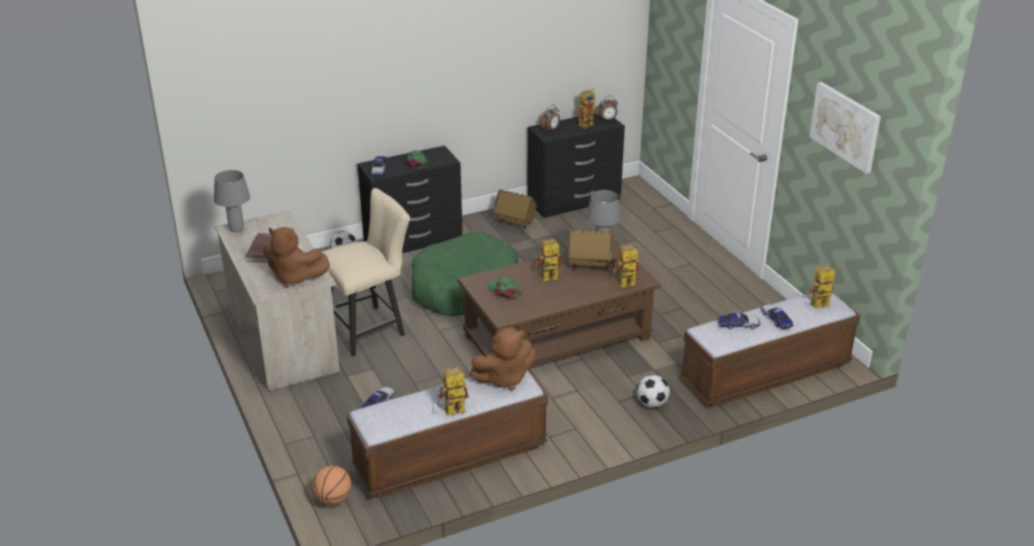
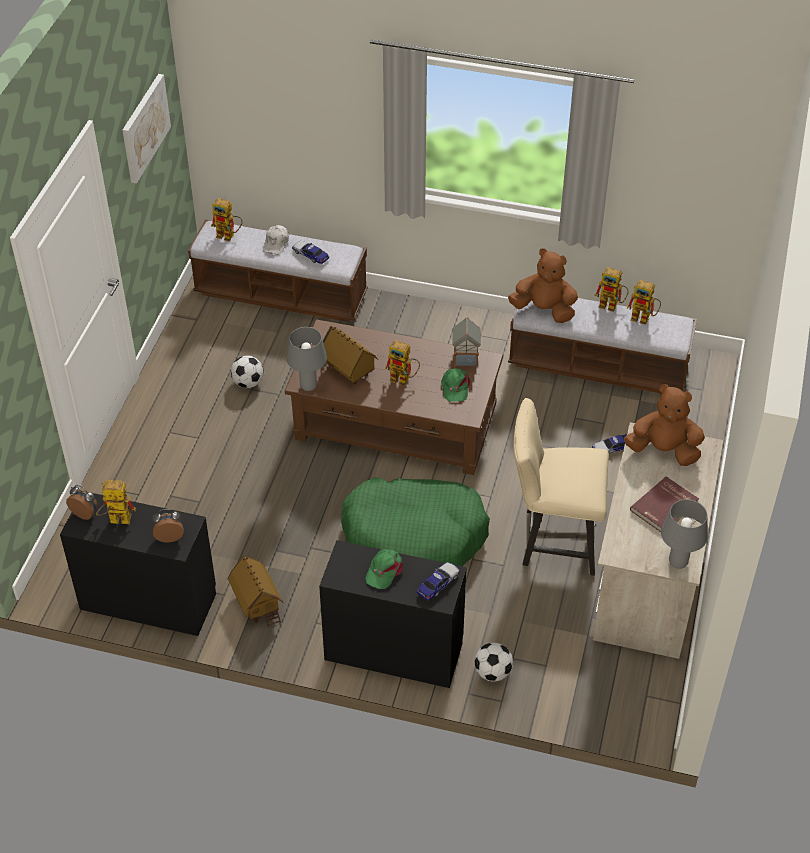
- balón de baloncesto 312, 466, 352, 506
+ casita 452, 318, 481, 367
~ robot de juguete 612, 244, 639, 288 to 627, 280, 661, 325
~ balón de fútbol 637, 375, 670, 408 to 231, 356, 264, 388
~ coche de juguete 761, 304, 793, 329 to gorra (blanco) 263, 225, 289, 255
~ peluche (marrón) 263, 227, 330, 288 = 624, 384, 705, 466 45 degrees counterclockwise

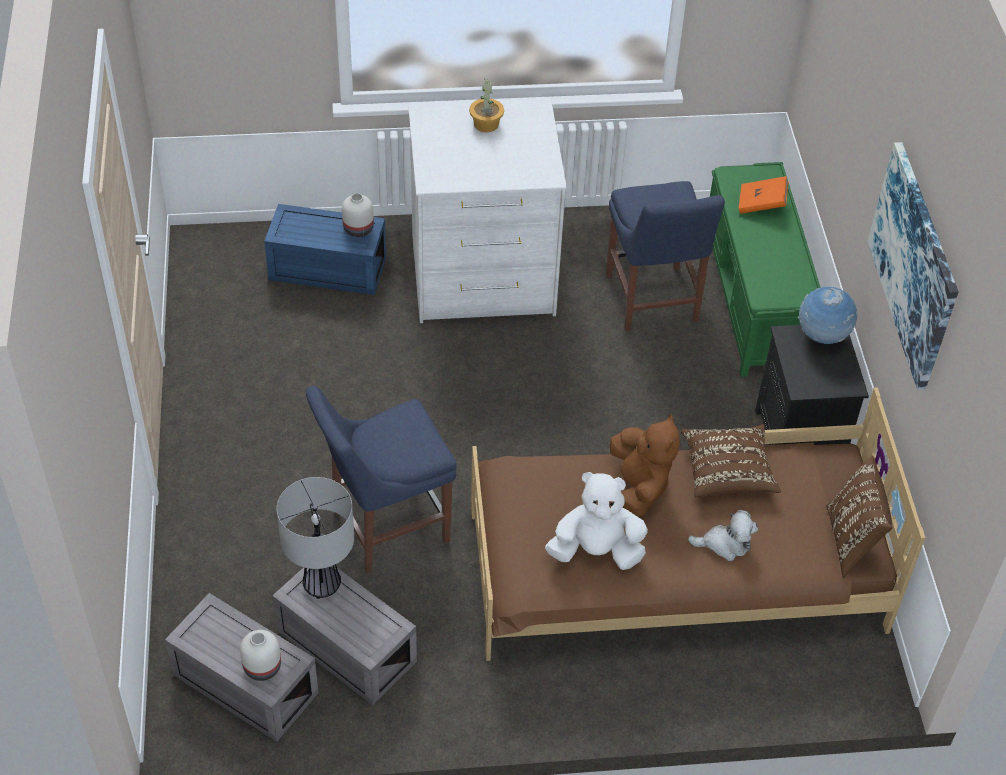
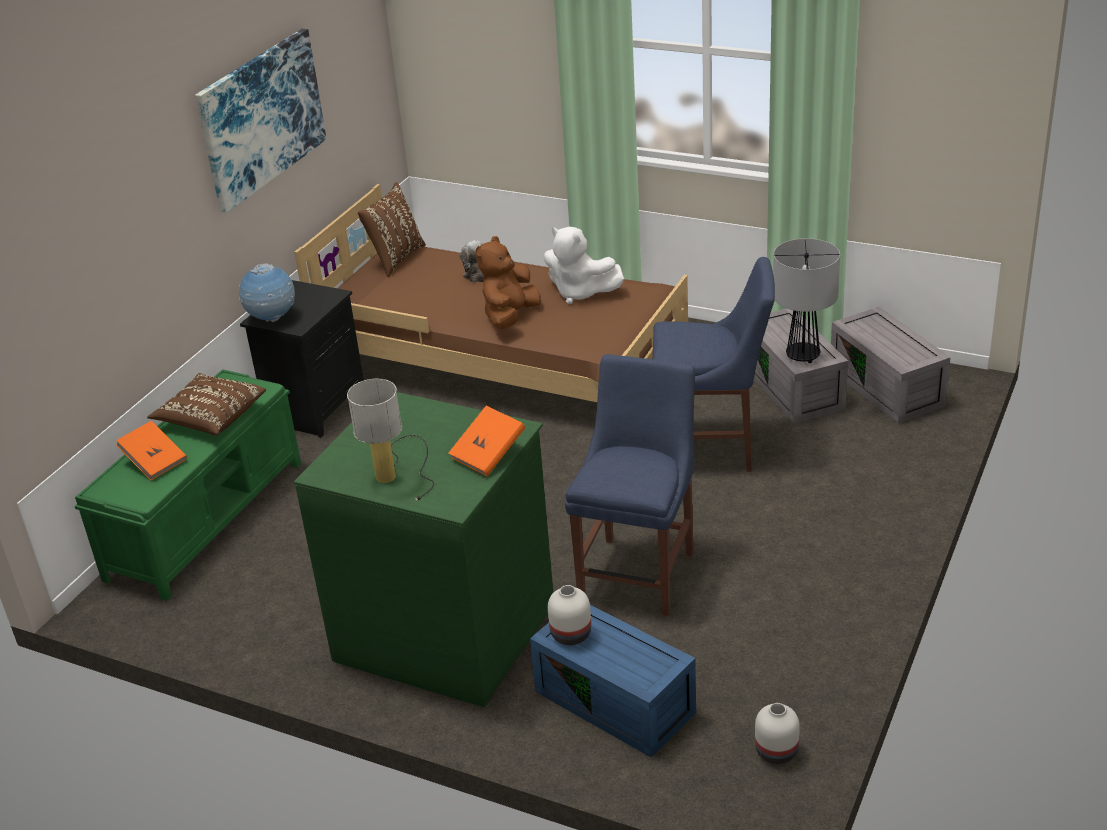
+ libro (naranja) 448, 406, 525, 476
~ florero (blanco) 240, 630, 281, 681 to 755, 703, 800, 764
~ silla (azul) 606, 181, 725, 331 to 565, 354, 695, 616
~ cojín (marrón) 681, 424, 781, 498 to 147, 373, 266, 436
~ planta en maceta 469, 79, 504, 132 to lámpara de mesa 347, 379, 434, 501
~ cómoda (blanco) 408, 98, 567, 323 to cómoda (verde) 294, 392, 553, 707

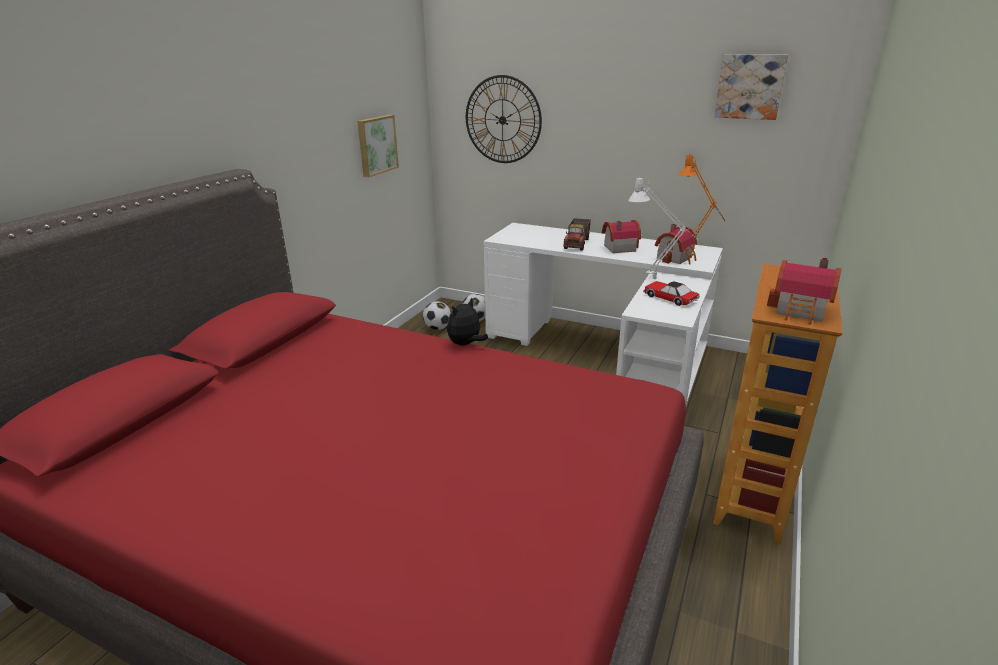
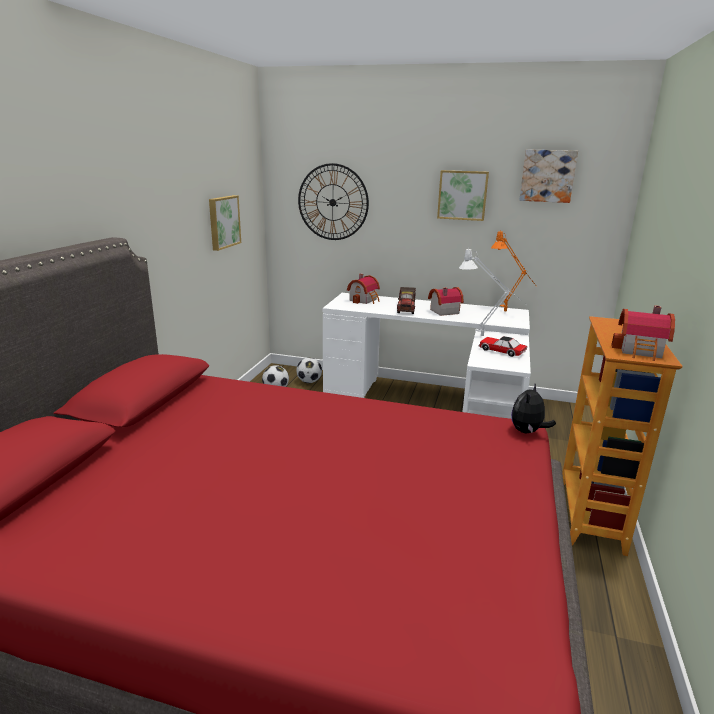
+ cuadro 437, 170, 489, 221
~ peluche 447, 297, 488, 346 to 511, 384, 556, 433
~ casita 655, 224, 697, 264 to 347, 274, 380, 304

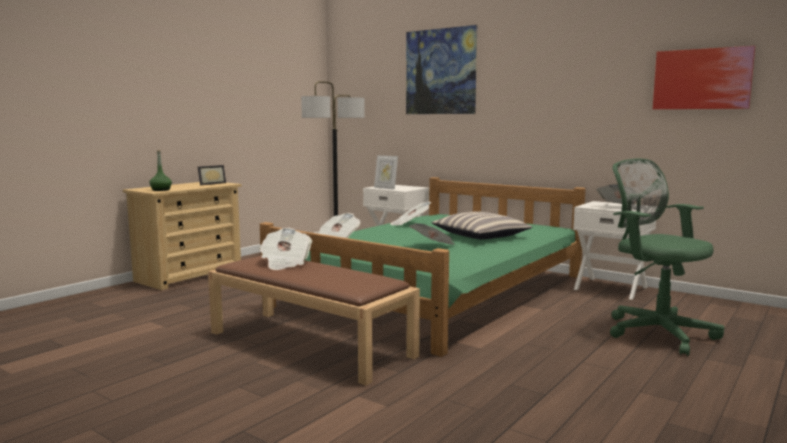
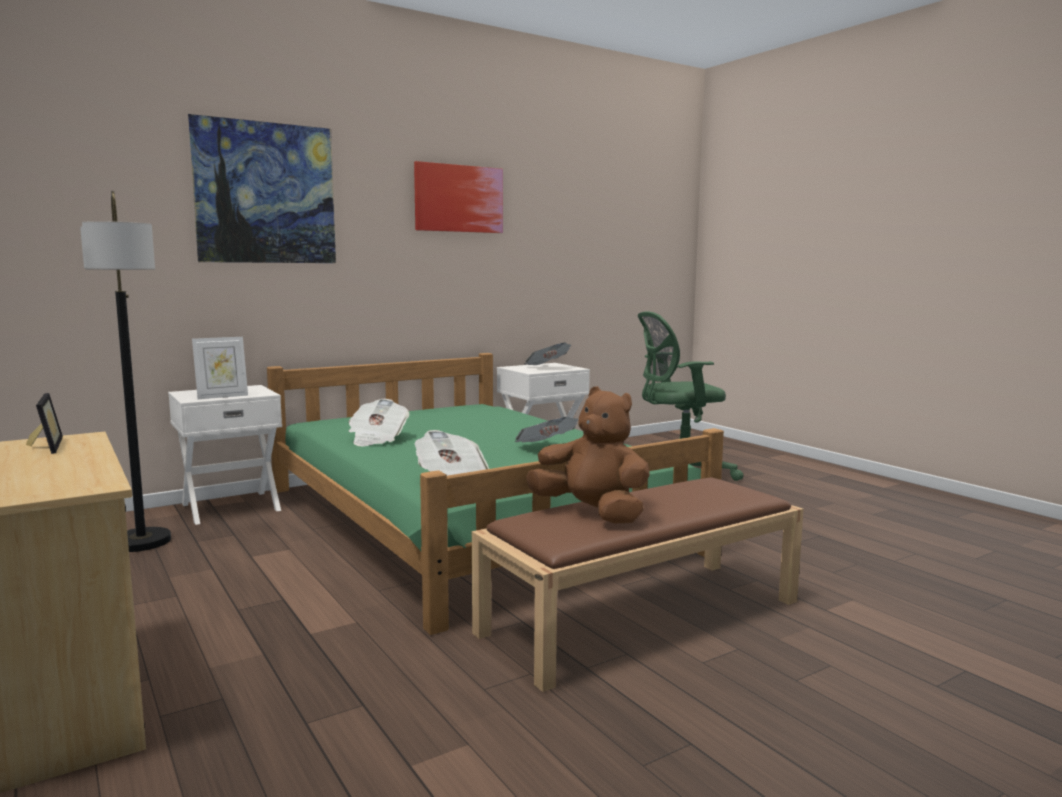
- botella (verde) 150, 150, 172, 191
- cojín 432, 211, 532, 240
~ cuadro 653, 46, 755, 109 to 414, 161, 503, 233
~ periódico 259, 228, 312, 270 to peluche (marrón) 526, 386, 650, 524

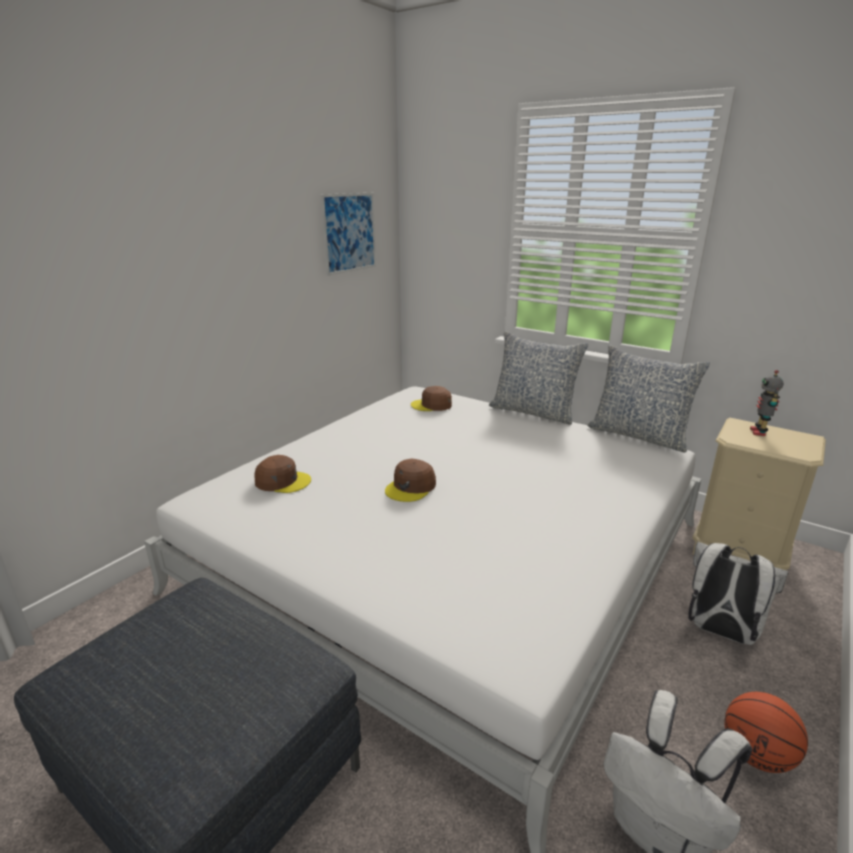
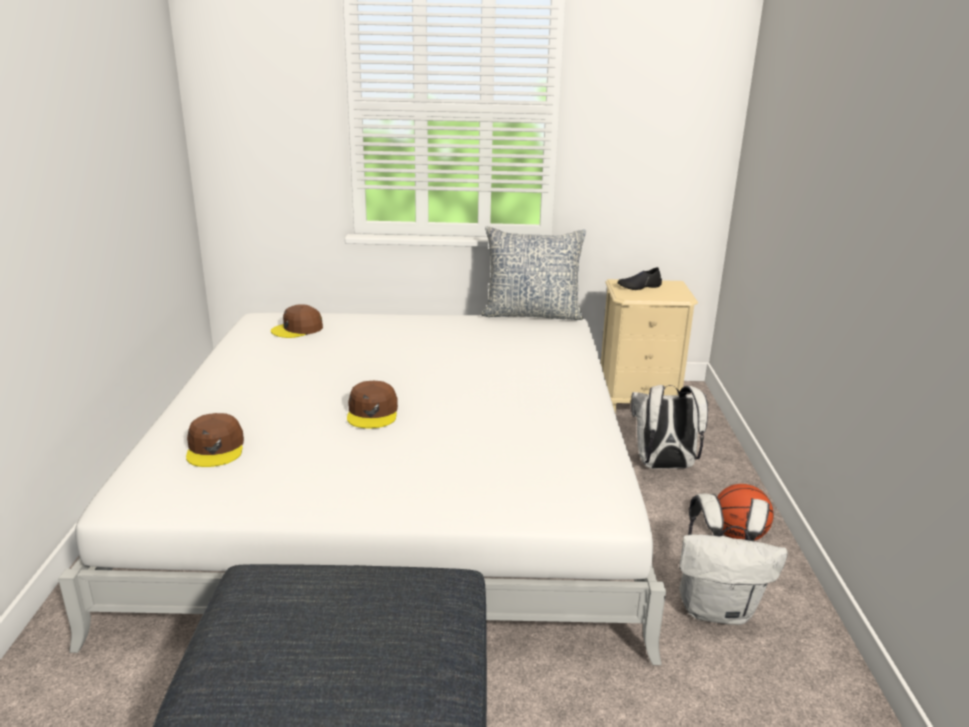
- cuadro 321, 193, 376, 276
- cojín 489, 331, 588, 425
~ robot de juguete 750, 370, 783, 436 to zapato (negro) 617, 267, 662, 290
~ gorra (marrón) 254, 455, 311, 493 = 186, 413, 244, 467 105 degrees clockwise

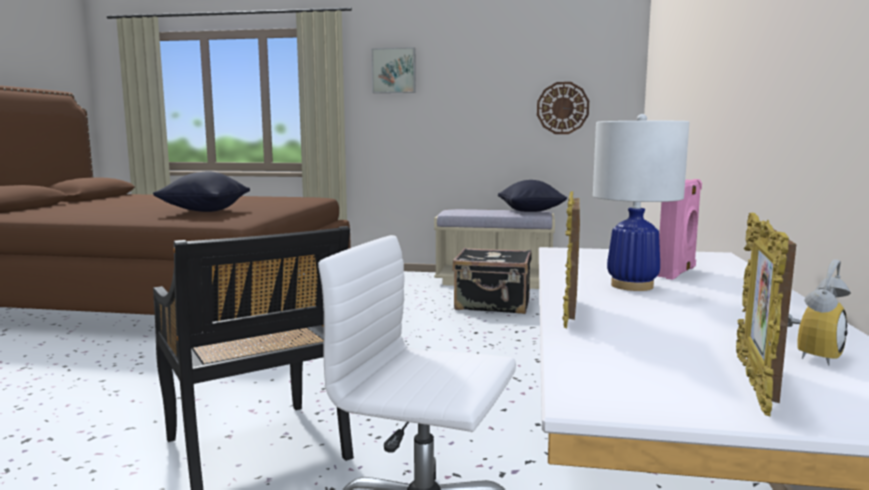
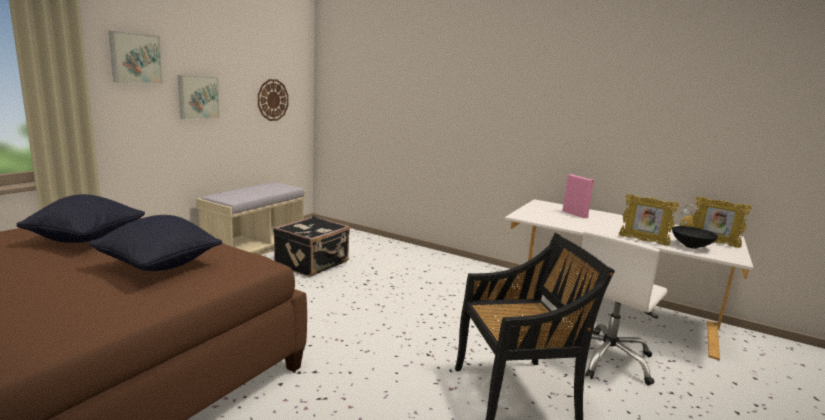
- lámpara de mesa (blanco) 593, 114, 689, 291
+ cuadro 178, 75, 220, 120
+ cuenco (negro) 672, 226, 718, 249
~ cojín (negro) 498, 180, 567, 212 to 17, 194, 145, 243

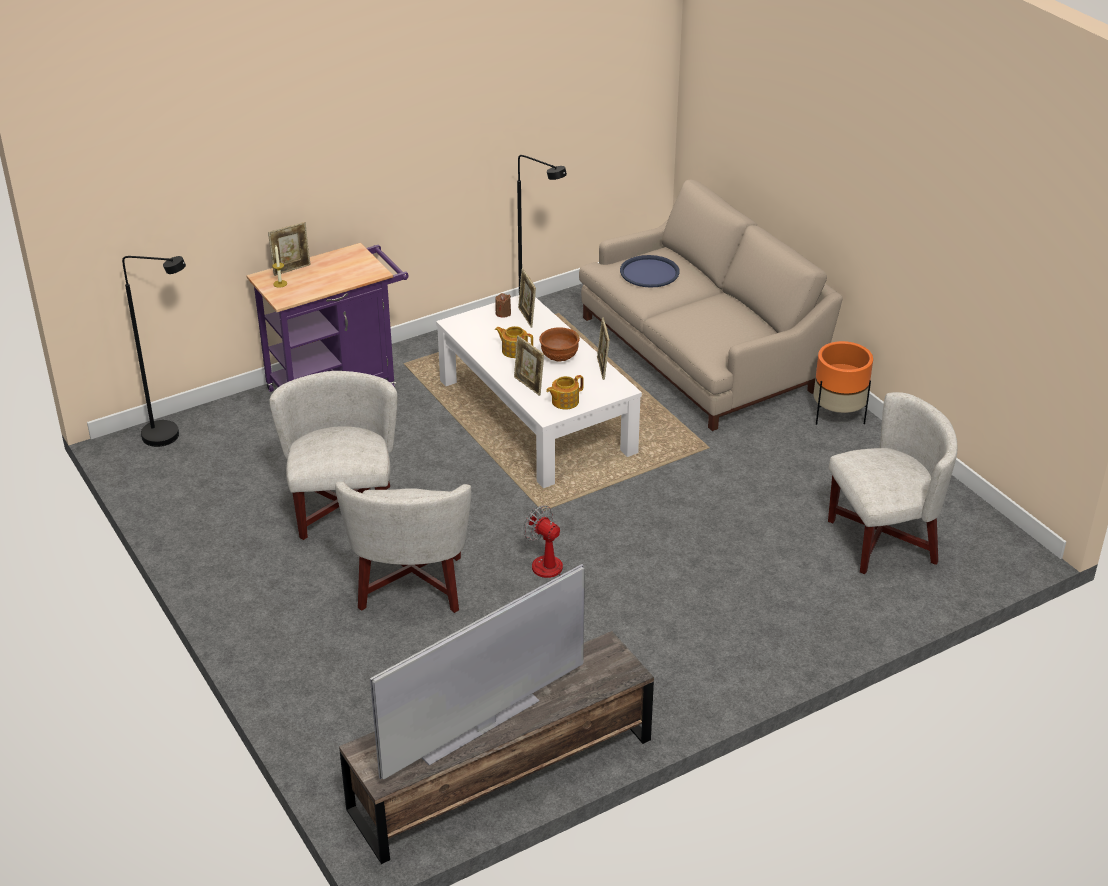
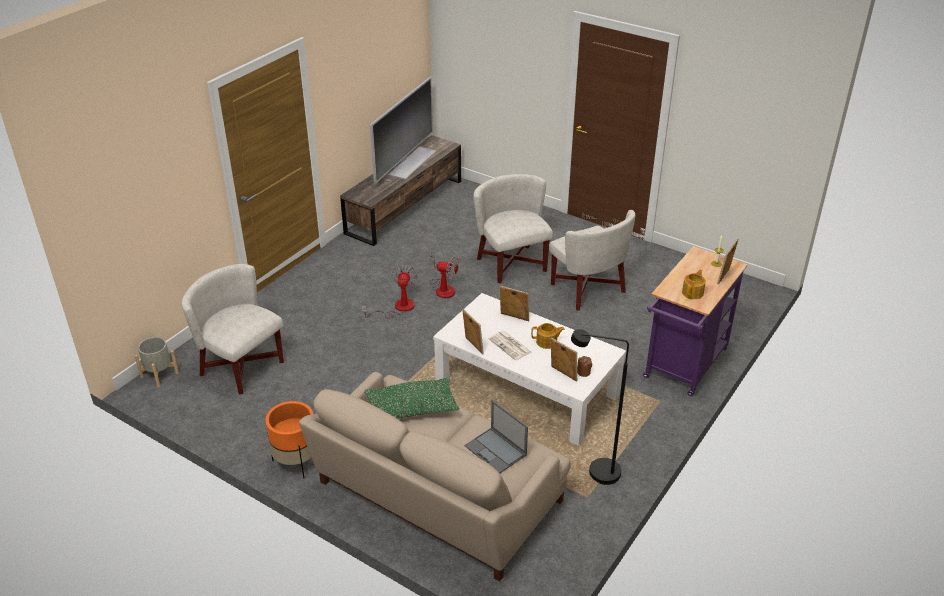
- lámpara de pie (negro) 122, 256, 186, 447
+ maceta (gris) 135, 337, 179, 388
+ ventilador 361, 265, 417, 318
+ cojín (verde) 364, 377, 459, 418
~ tetera 546, 375, 584, 410 to 682, 270, 706, 299
~ cuenco (marrón) 539, 327, 580, 362 to periódico 488, 331, 532, 360
~ bandeja (azul) 620, 255, 680, 287 to portátil 464, 400, 528, 473
~ sillón (blanco) 828, 392, 957, 574 = 182, 264, 284, 394 75 degrees clockwise

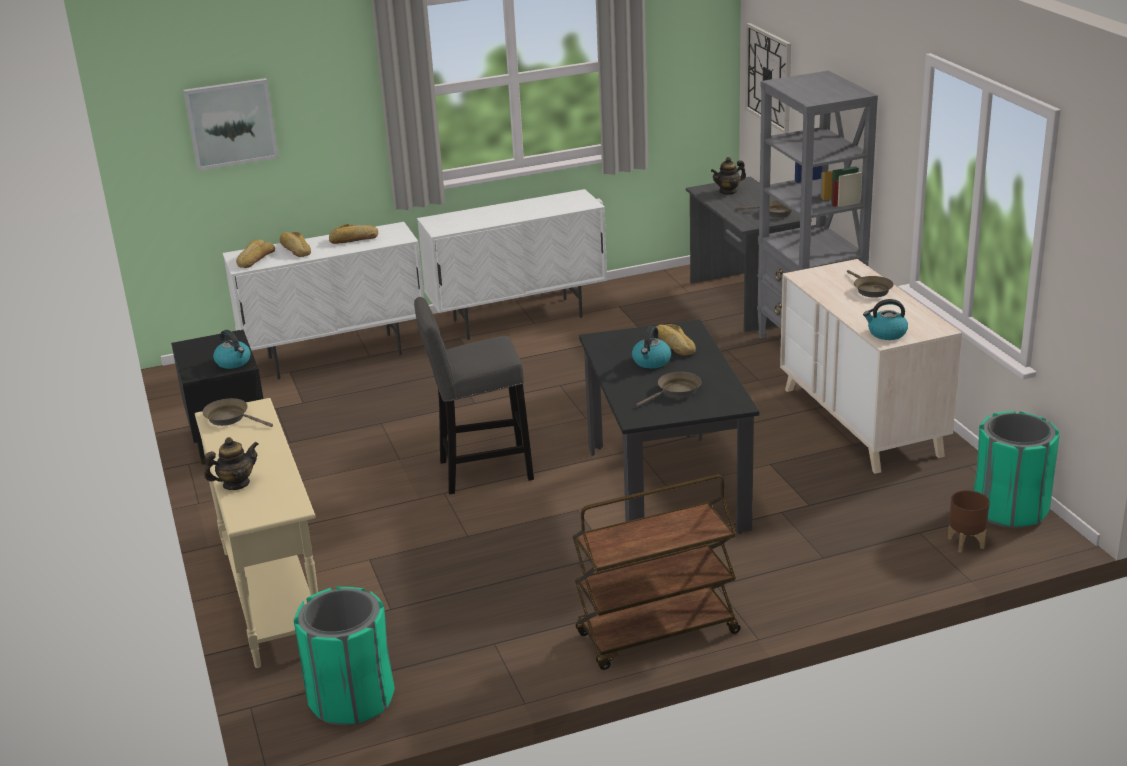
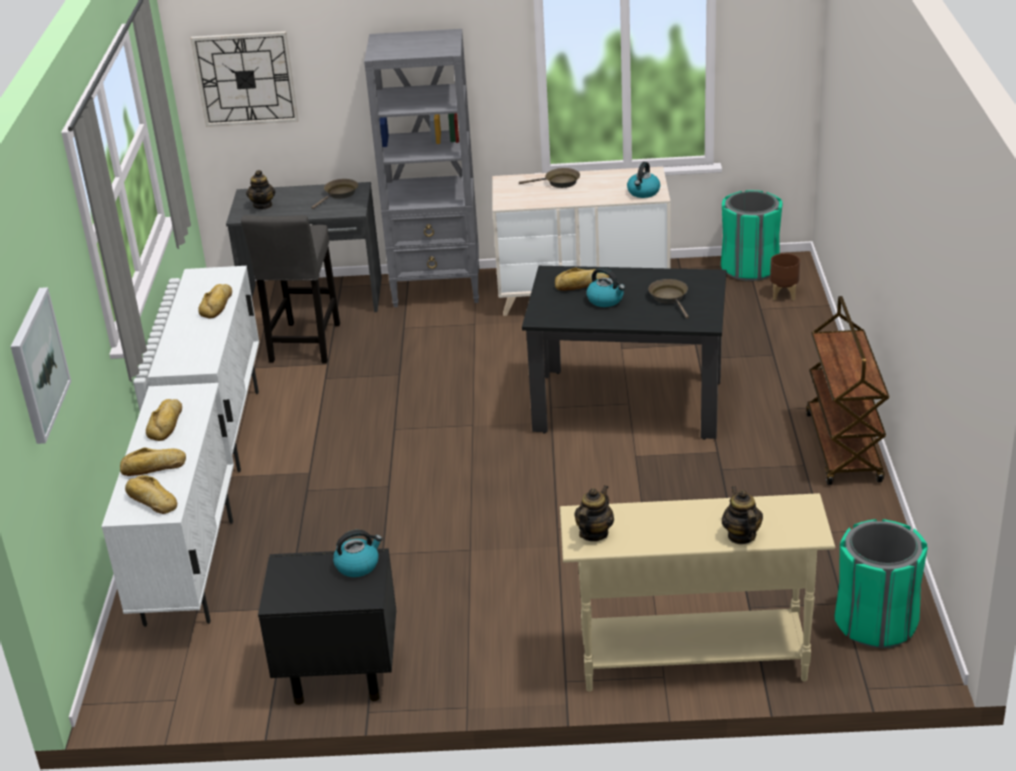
+ pan 198, 284, 232, 318
~ taburete (gris) 414, 297, 534, 494 to 241, 215, 340, 363
~ sartén (marrón) 202, 398, 273, 427 to tetera 574, 485, 614, 541

